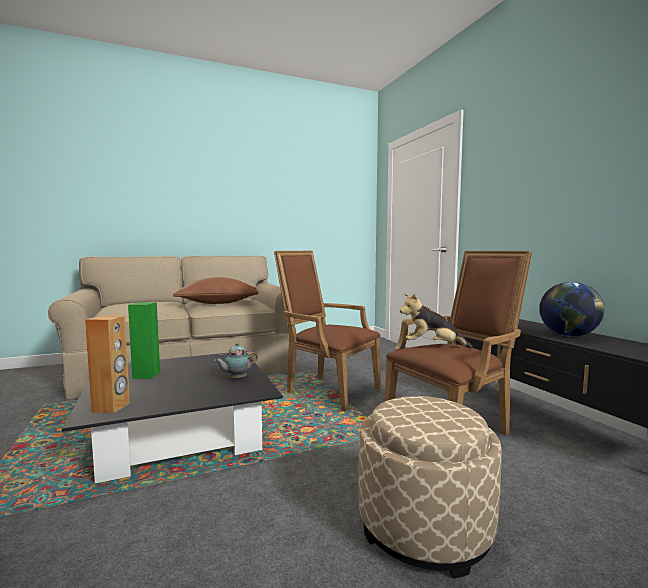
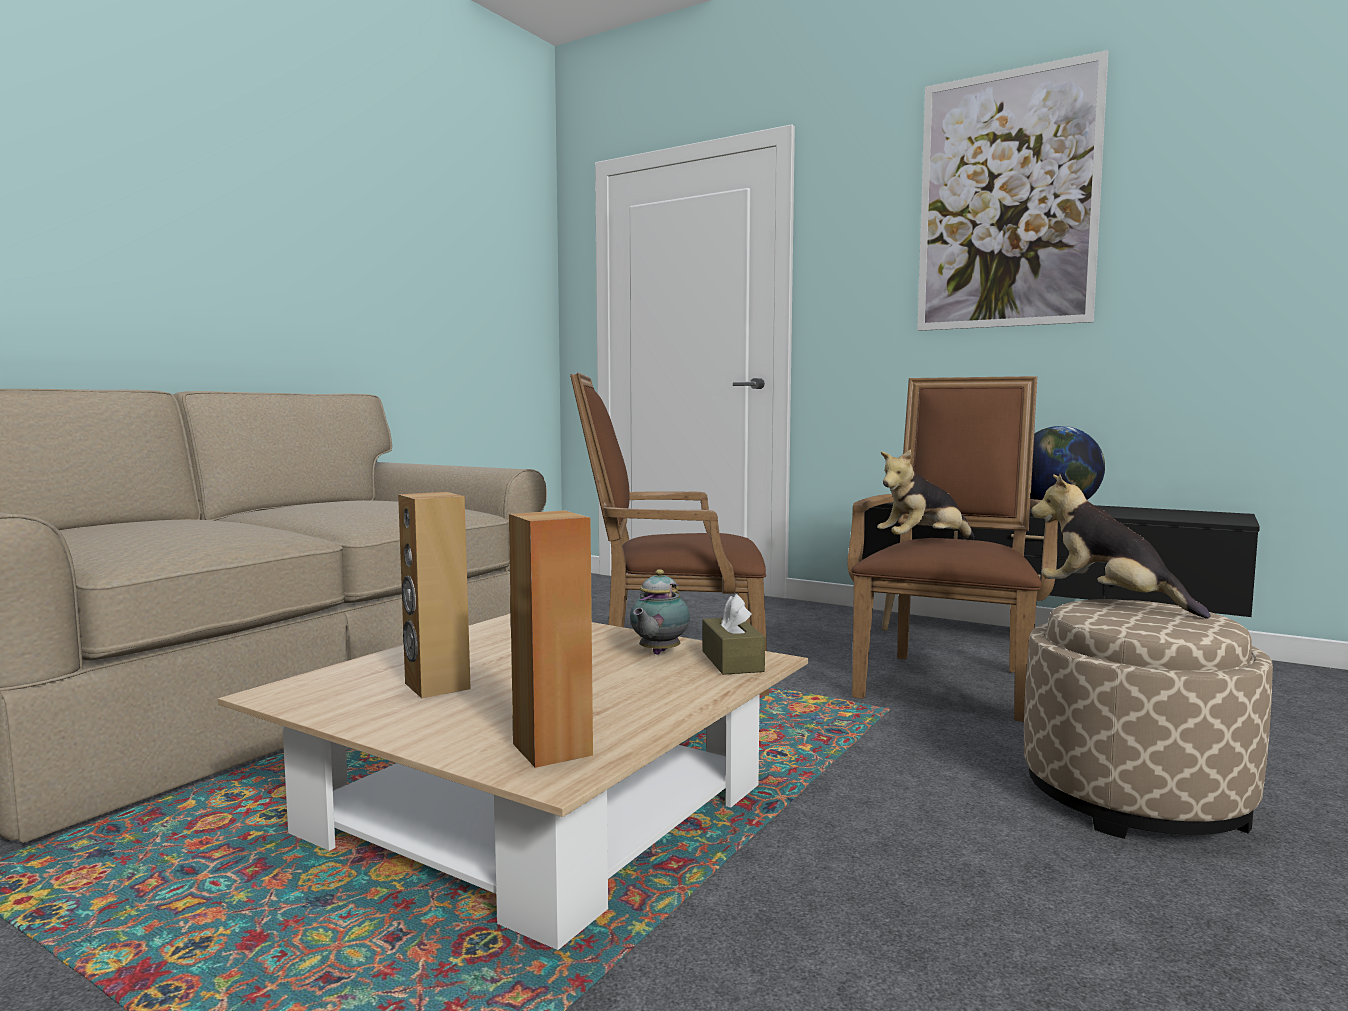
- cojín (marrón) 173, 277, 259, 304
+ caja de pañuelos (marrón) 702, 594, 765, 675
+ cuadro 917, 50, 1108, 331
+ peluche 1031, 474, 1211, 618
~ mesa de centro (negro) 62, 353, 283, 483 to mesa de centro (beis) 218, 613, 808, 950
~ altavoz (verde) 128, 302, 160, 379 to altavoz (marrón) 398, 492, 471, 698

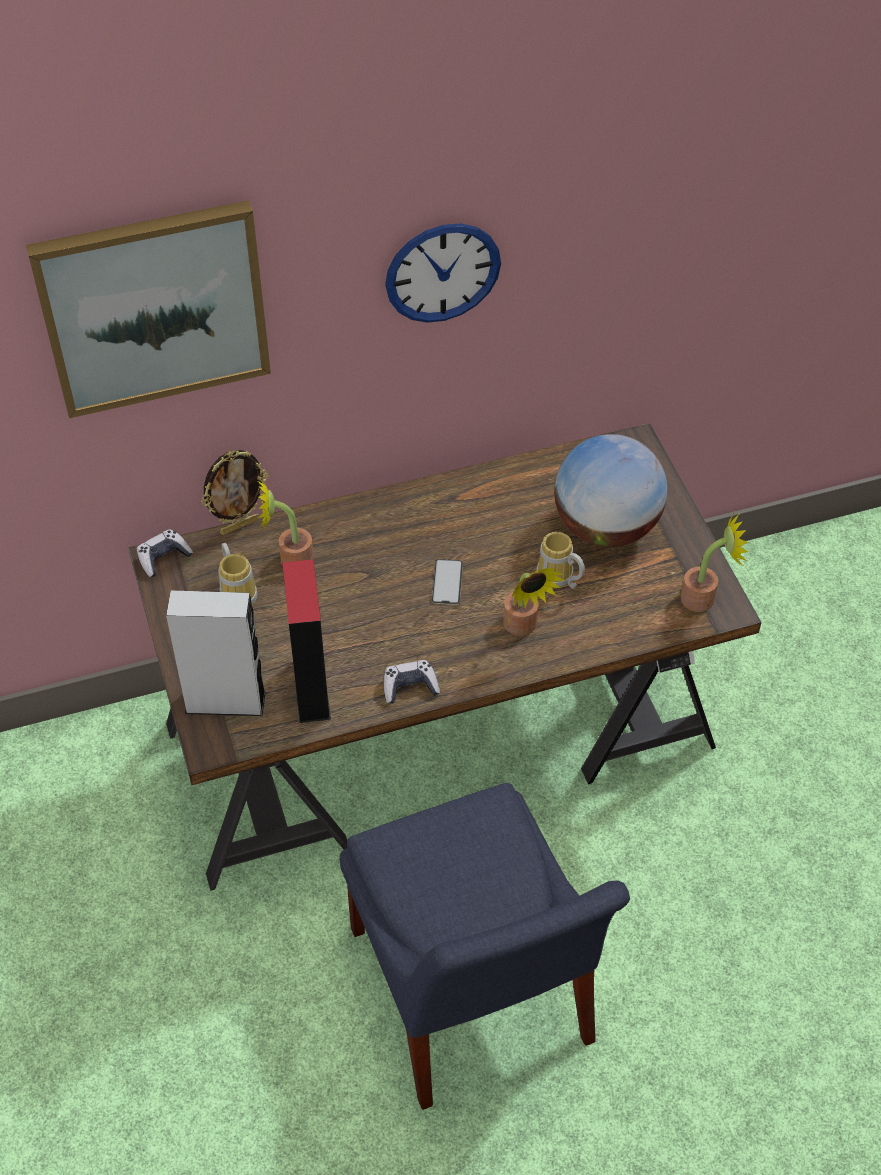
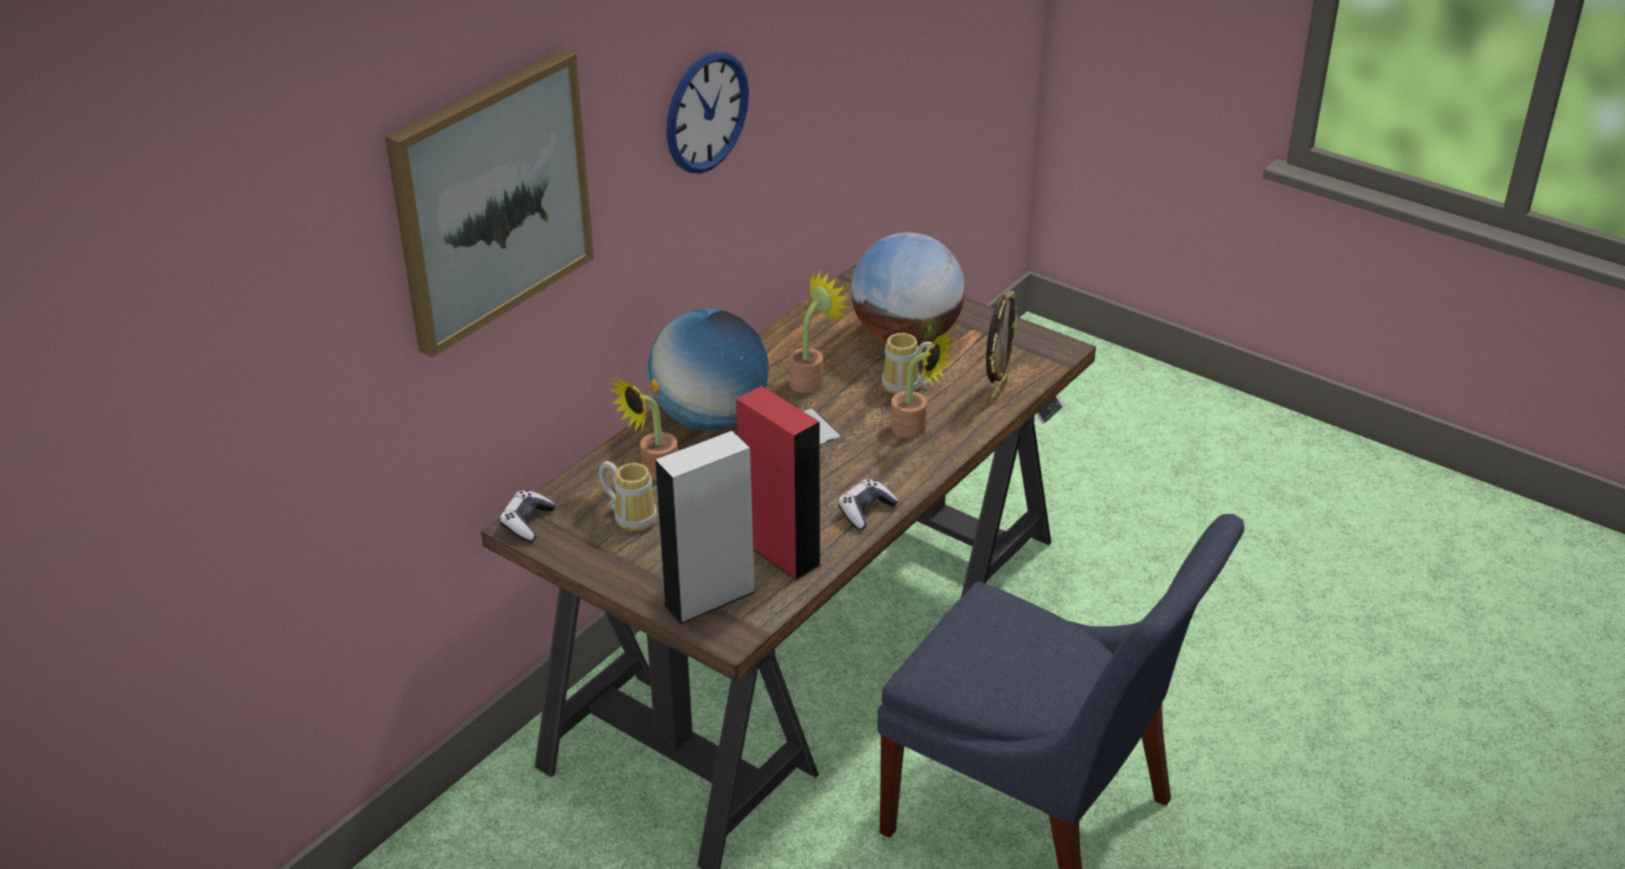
+ globo terráqueo 647, 309, 769, 430
~ portarretratos 201, 450, 269, 535 to 986, 291, 1017, 403
~ planta en maceta 681, 512, 749, 612 to 789, 271, 848, 393

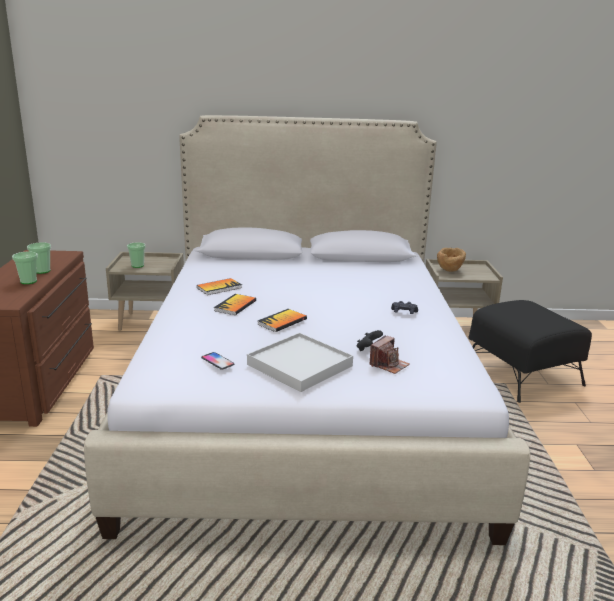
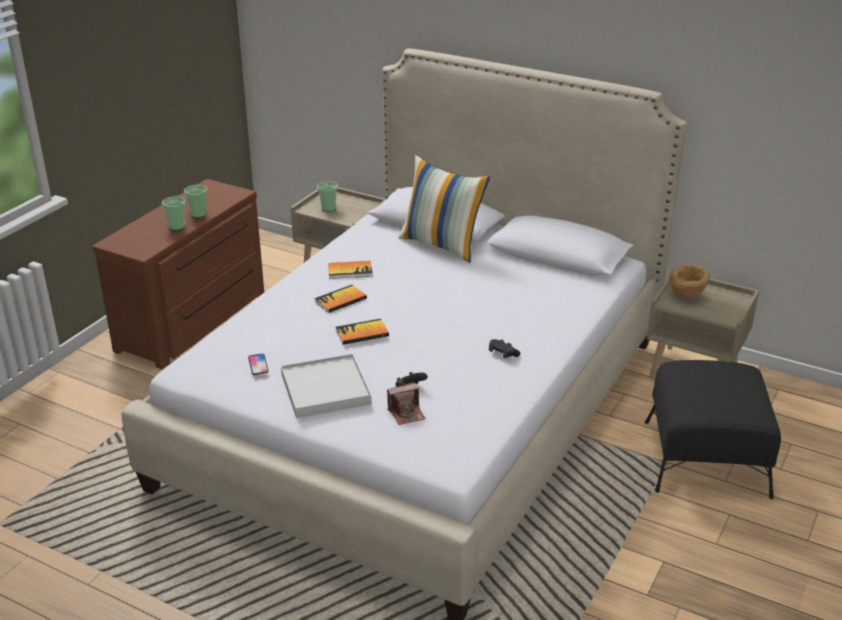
+ cojín 399, 155, 490, 263

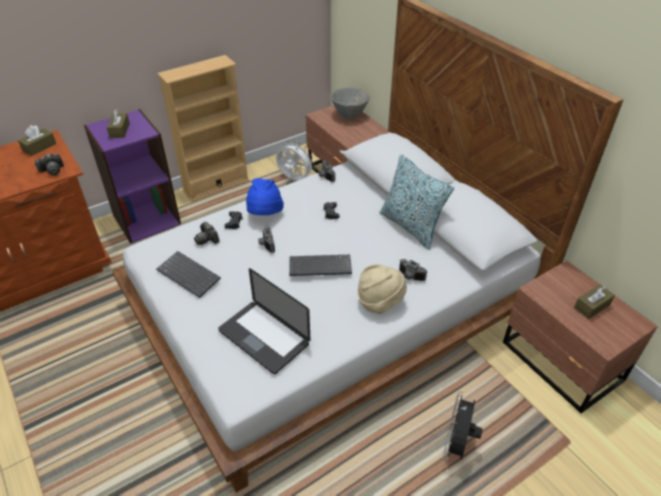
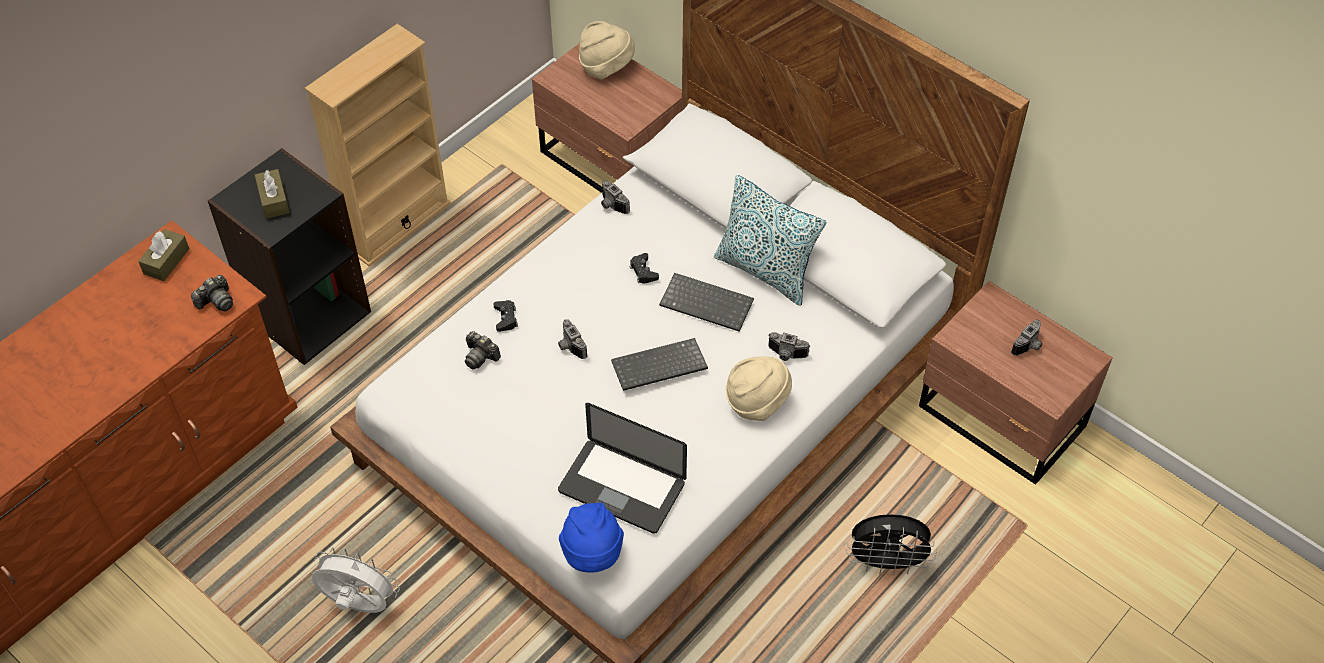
~ teclado 156, 251, 221, 298 to 659, 273, 754, 332
~ sombrero (azul) 246, 178, 284, 215 to 559, 502, 624, 573
~ ventilador (blanco) 276, 140, 315, 181 to 312, 547, 400, 613
~ cuenco (gris) 331, 87, 370, 119 to sombrero (beis) 579, 21, 635, 79
~ caja de pañuelos (marrón) 574, 285, 615, 319 to cámara 1011, 320, 1042, 356
~ estantería (morado) 84, 109, 181, 244 to estantería (negro) 207, 148, 371, 365
~ ventilador (negro) 443, 391, 483, 460 = 846, 514, 937, 576 90 degrees counterclockwise

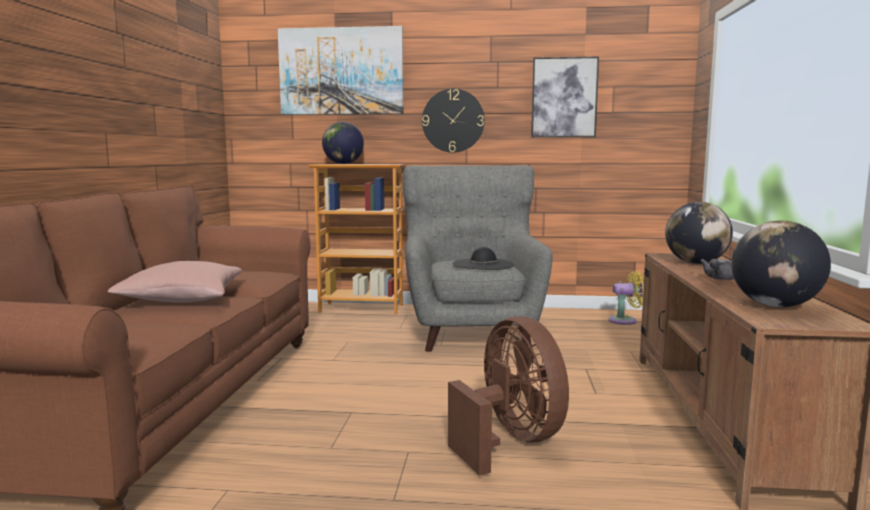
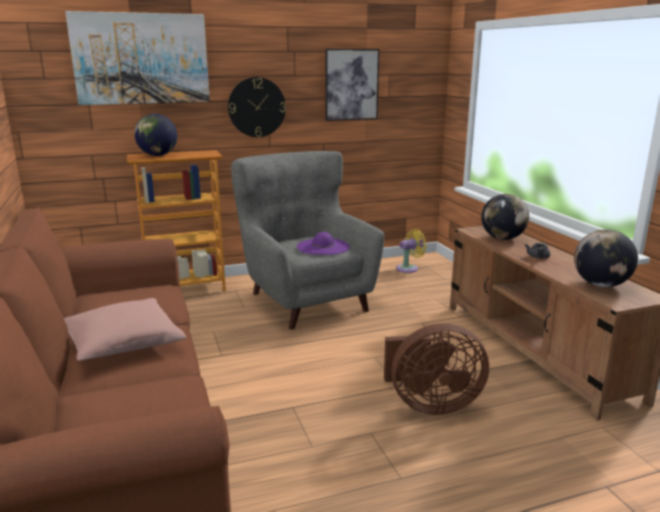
~ sombrero (negro) 453, 247, 514, 270 to sombrero (morado) 297, 232, 350, 255
~ ventilador (marrón) 448, 316, 569, 475 = 384, 323, 489, 415 135 degrees clockwise

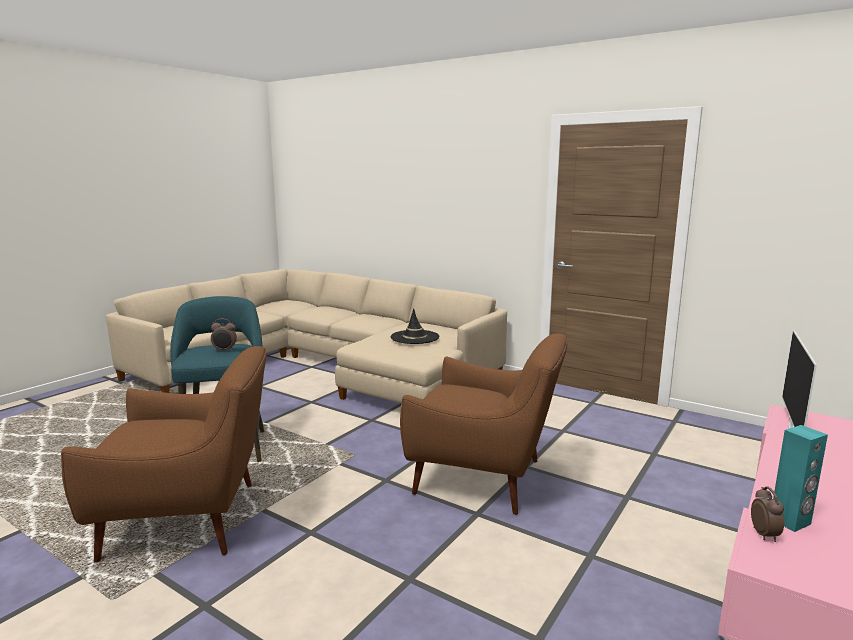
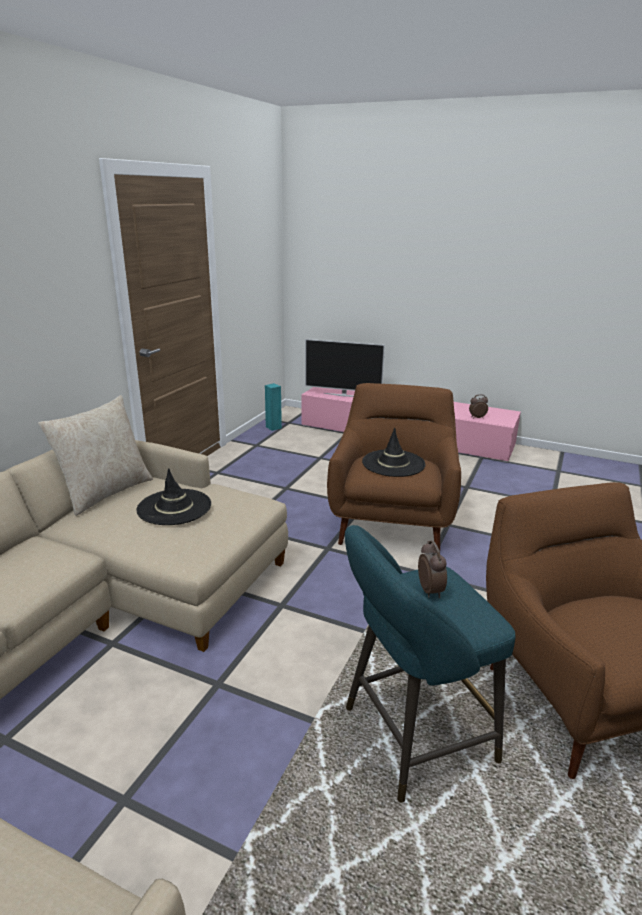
+ cojín (beis) 38, 395, 153, 516
+ sombrero (negro) 362, 427, 425, 477
~ altavoz (turquesa) 773, 425, 828, 532 to 265, 383, 282, 431

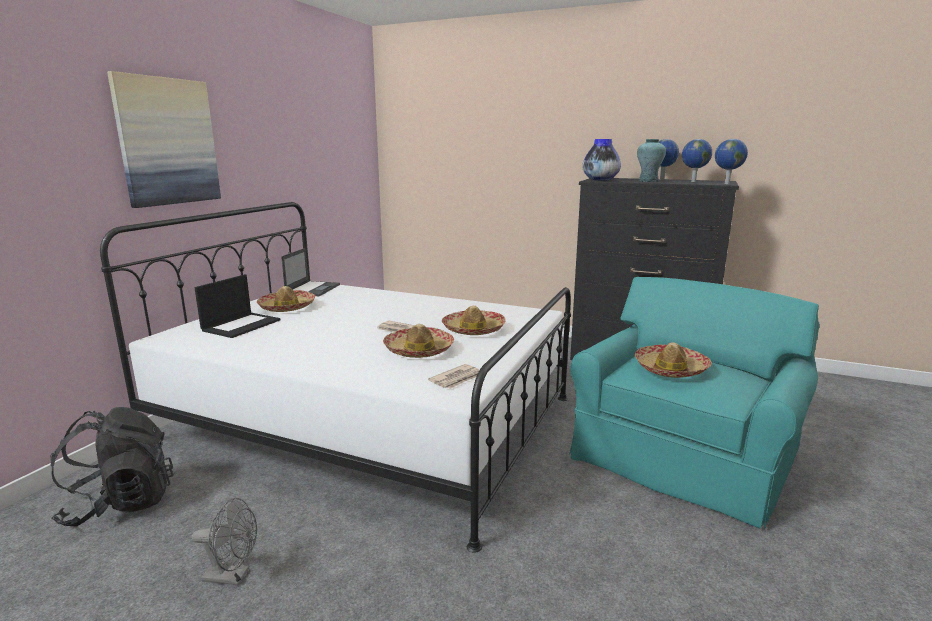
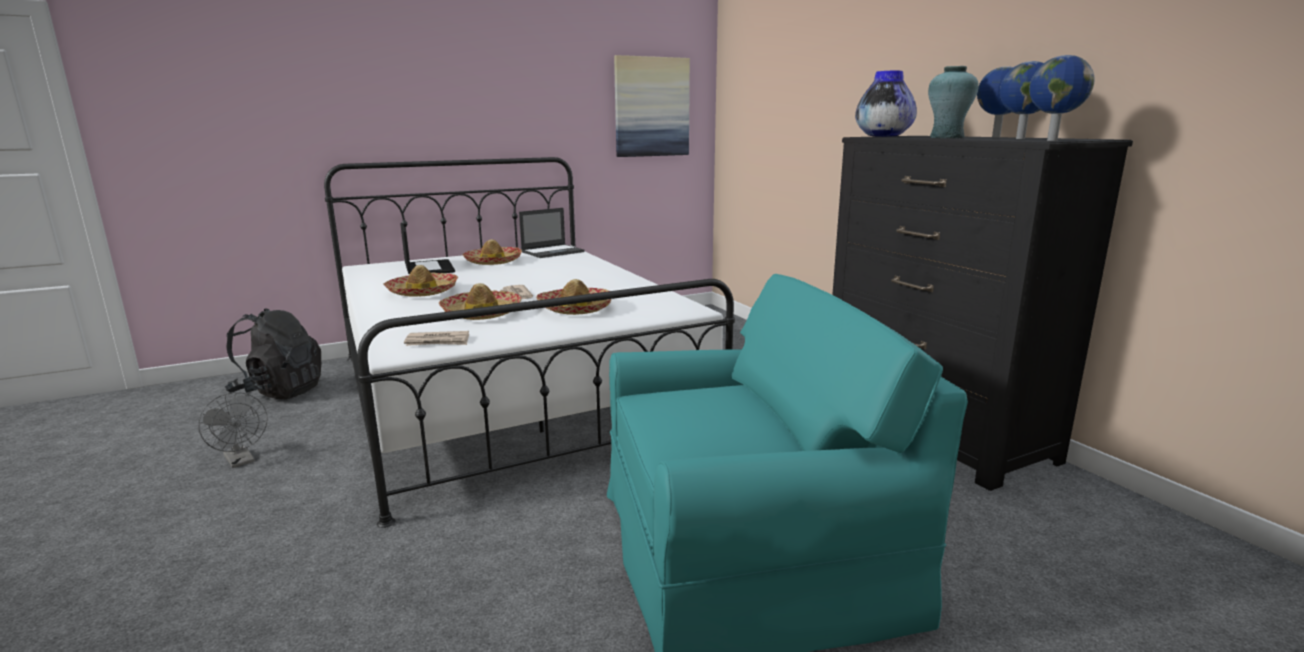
~ cuadro 107, 71, 221, 208 to 614, 55, 690, 157
~ sombrero 635, 342, 712, 378 to 383, 265, 458, 297
~ portátil 195, 274, 280, 338 = 400, 223, 455, 274 90 degrees counterclockwise

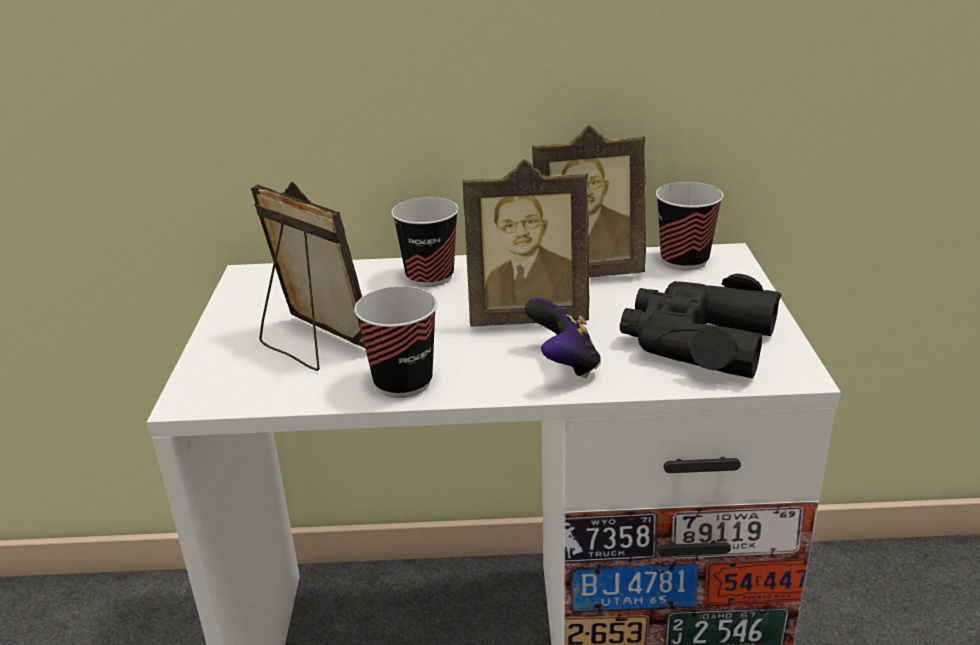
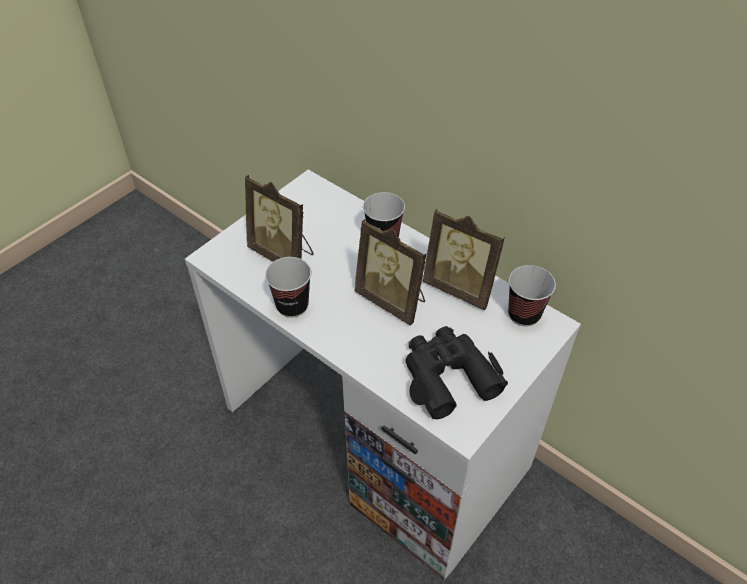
- mando de consola 524, 298, 601, 378
~ portarretratos 251, 182, 365, 371 = 245, 175, 314, 262 135 degrees clockwise

